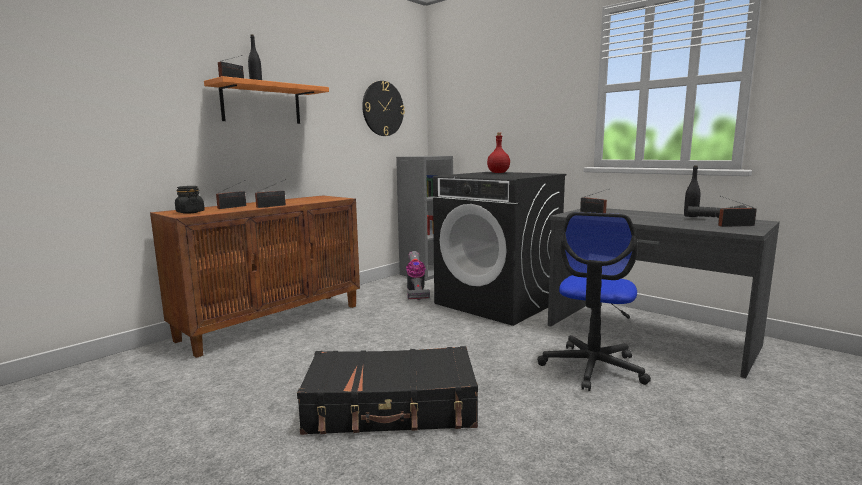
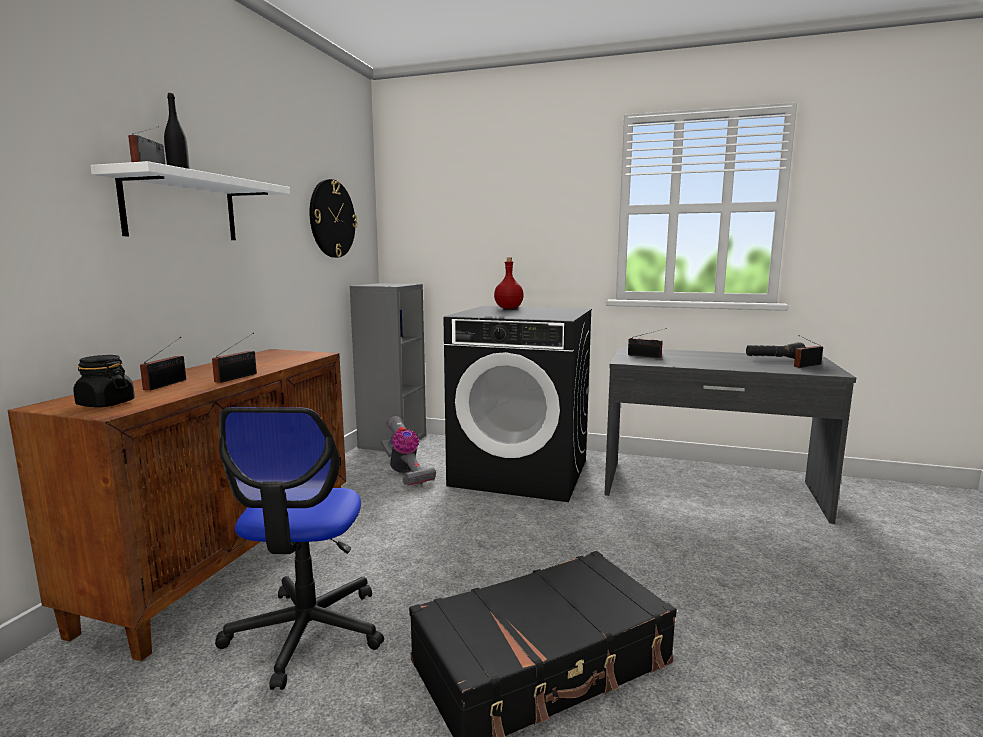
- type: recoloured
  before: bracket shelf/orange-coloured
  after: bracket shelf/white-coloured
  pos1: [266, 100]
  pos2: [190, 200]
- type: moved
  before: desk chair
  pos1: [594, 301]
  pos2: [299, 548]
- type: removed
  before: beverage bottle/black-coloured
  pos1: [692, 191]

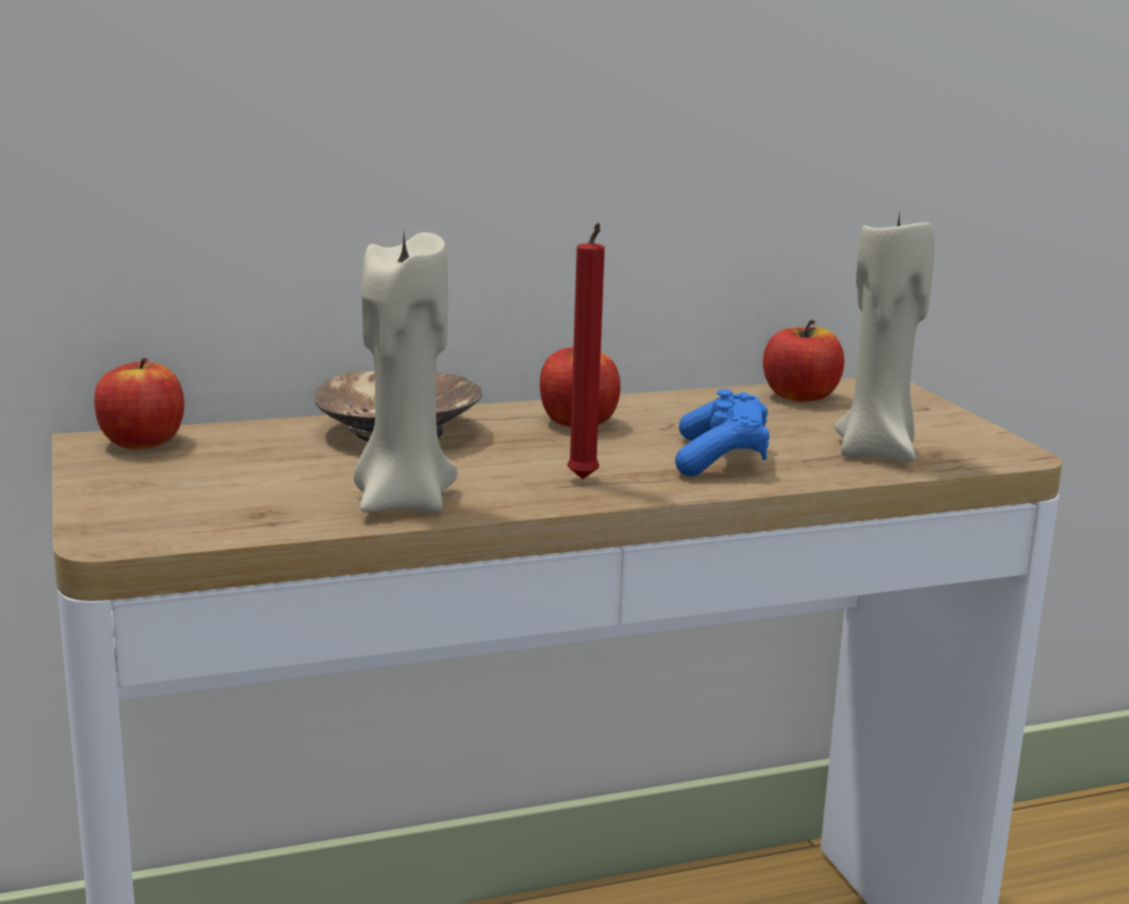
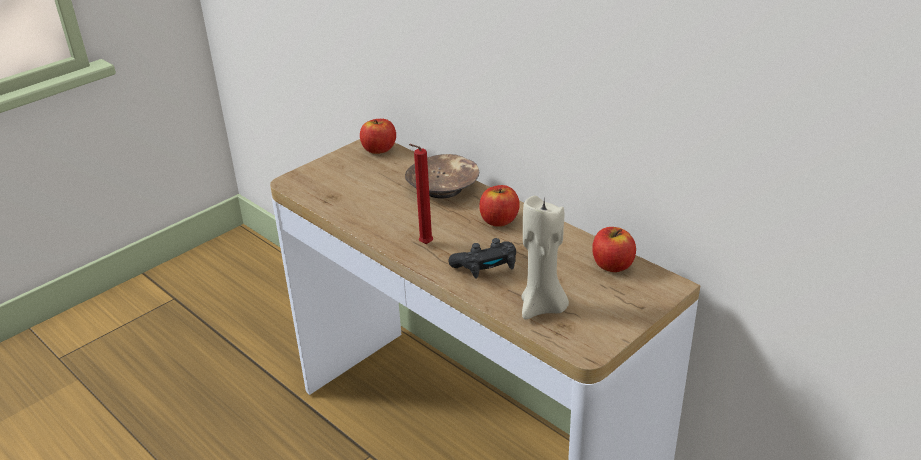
- type: removed
  before: candle/beige-coloured
  pos1: [405, 373]
- type: recoloured
  before: game controller/blue-coloured
  after: game controller/black-coloured
  pos1: [722, 433]
  pos2: [482, 258]

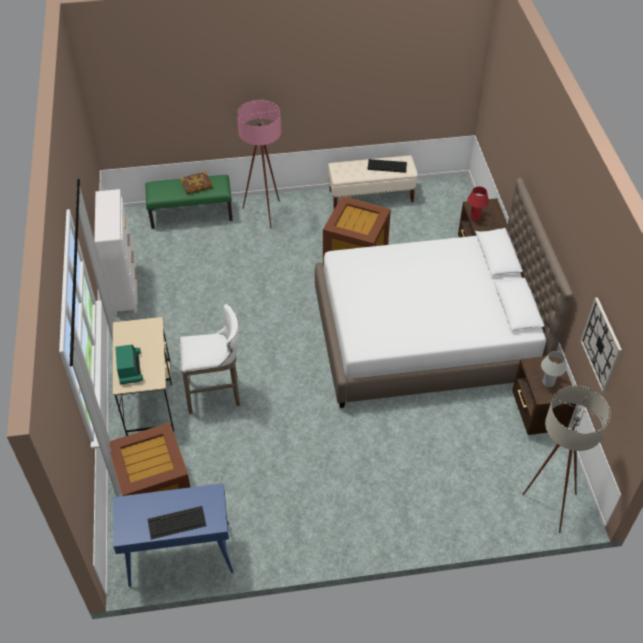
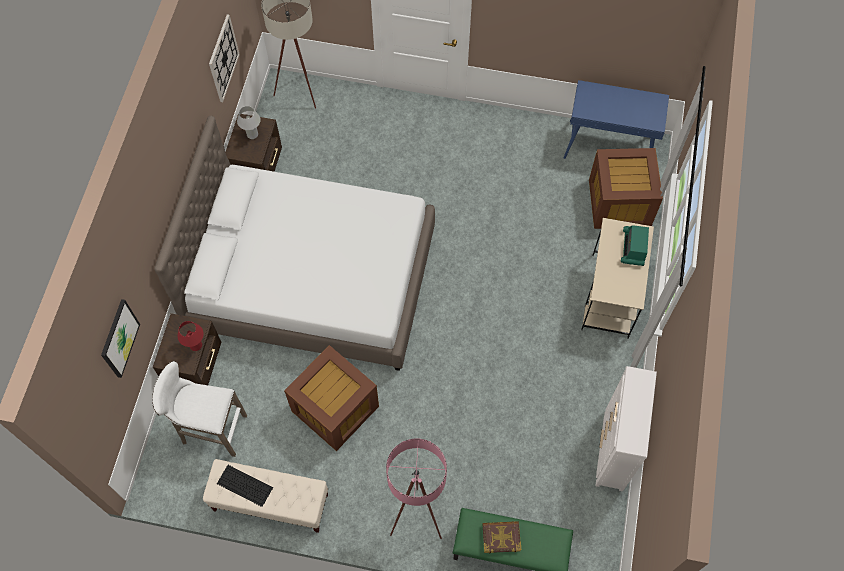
- type: removed
  before: keyboard
  pos1: [177, 522]
- type: moved
  before: stool/white-coloured
  pos1: [210, 359]
  pos2: [199, 409]
- type: added
  after: wall art
  pos2: [120, 338]

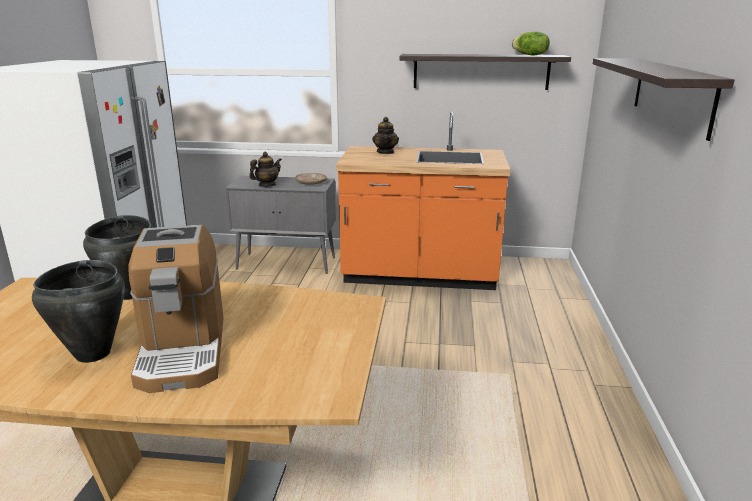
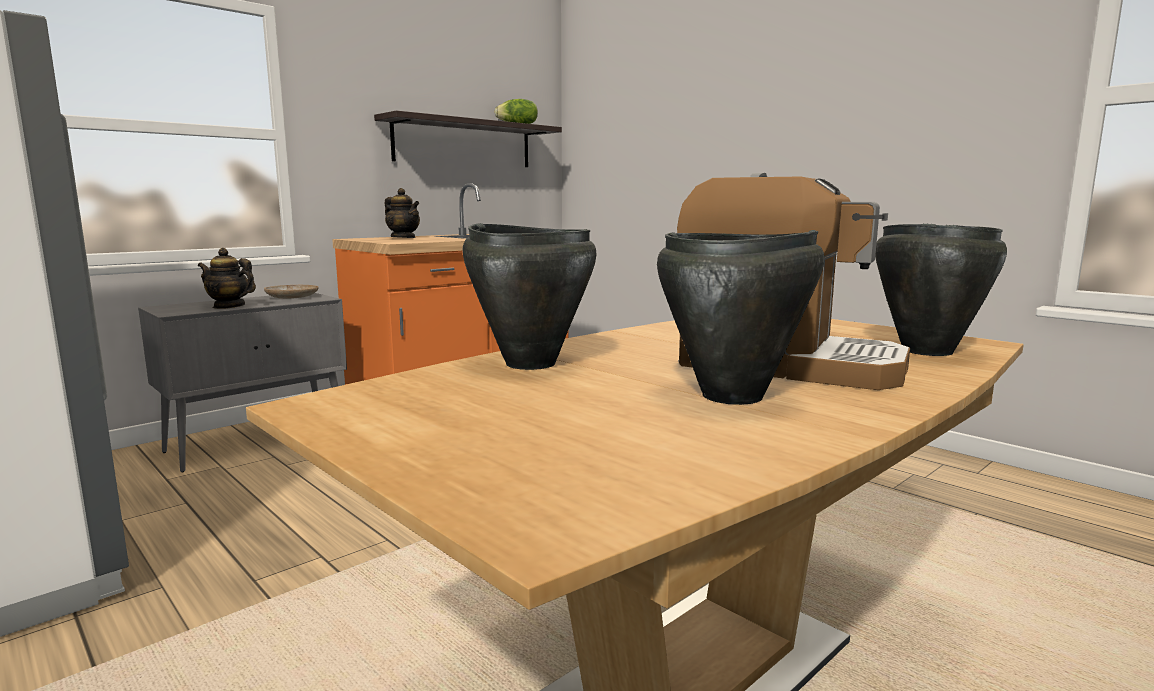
- type: turned
  before: teapot
  pos1: [265, 169]
  pos2: [227, 278]
  turn: -75
- type: removed
  before: bracket shelf
  pos1: [663, 99]
- type: added
  after: saucepot/black-coloured
  pos2: [941, 289]

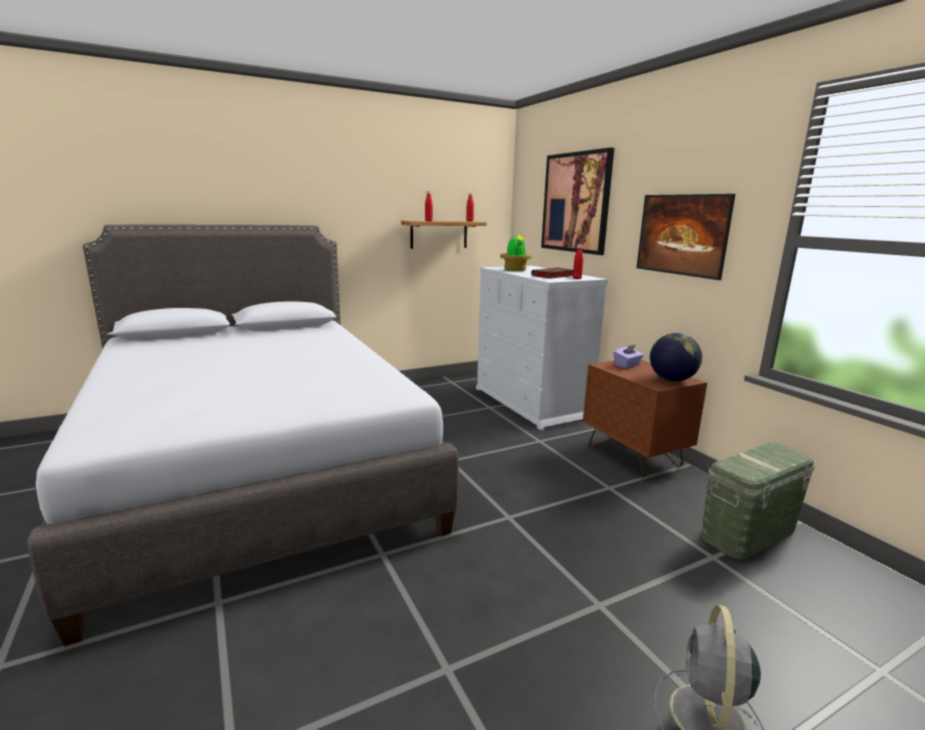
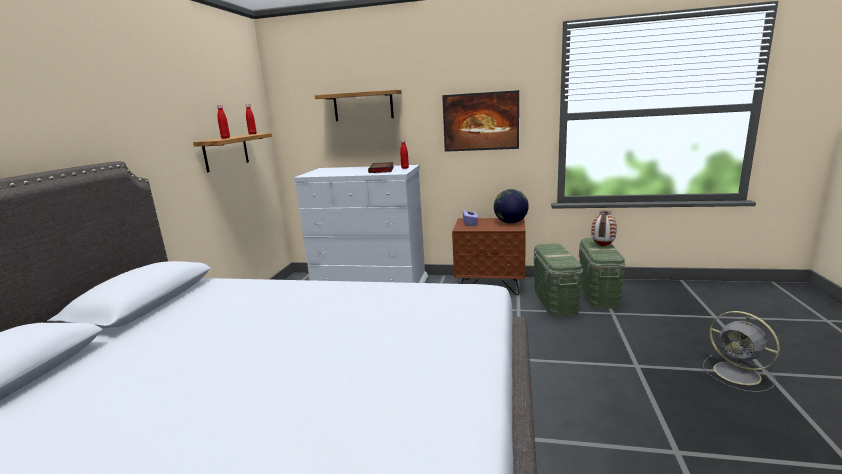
- type: removed
  before: plant in a pot
  pos1: [516, 252]
- type: replaced
  before: wall art
  after: bracket shelf
  pos1: [577, 201]
  pos2: [358, 105]
- type: added
  after: storage box/greenish
  pos2: [558, 280]
- type: added
  after: vase
  pos2: [604, 229]

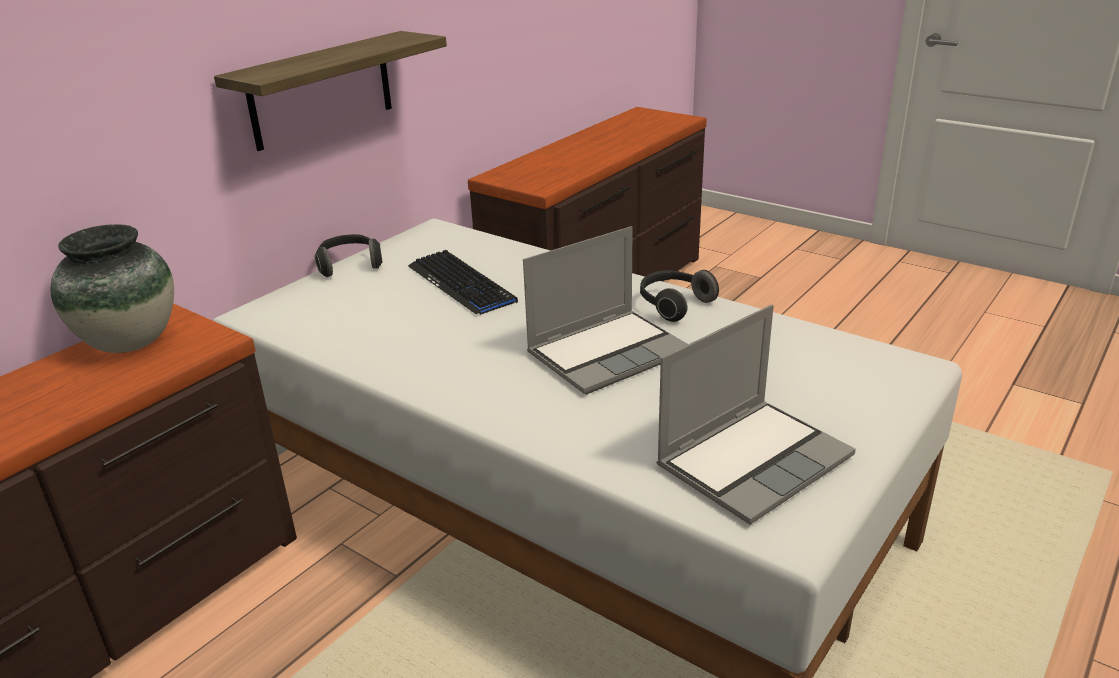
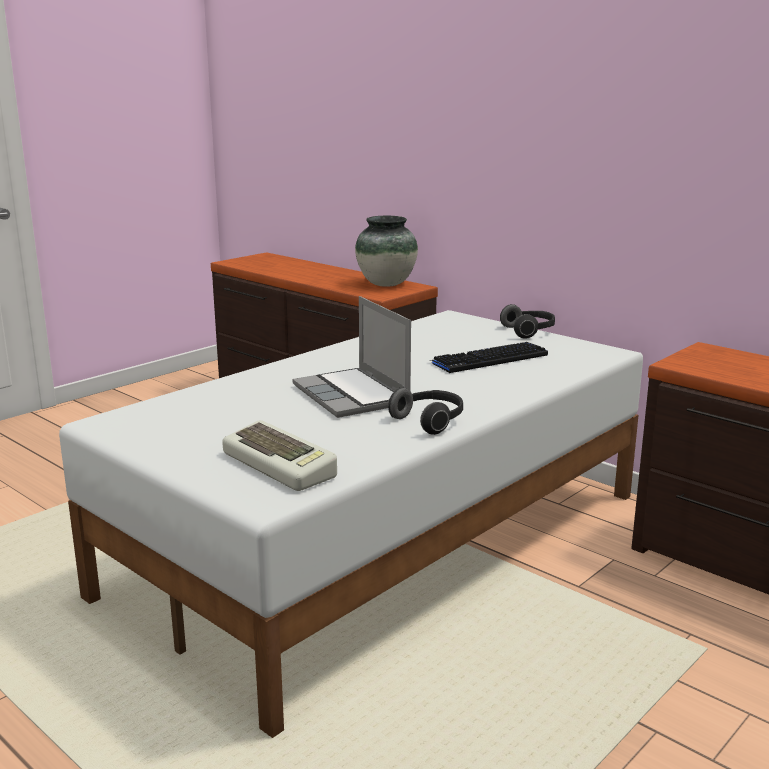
- type: removed
  before: bracket shelf
  pos1: [330, 91]
- type: removed
  before: notebook computer
  pos1: [756, 415]
- type: added
  after: keyboard
  pos2: [279, 455]

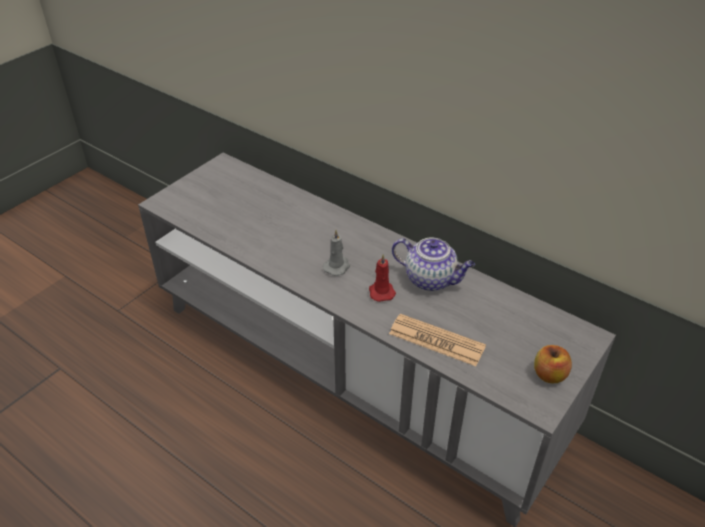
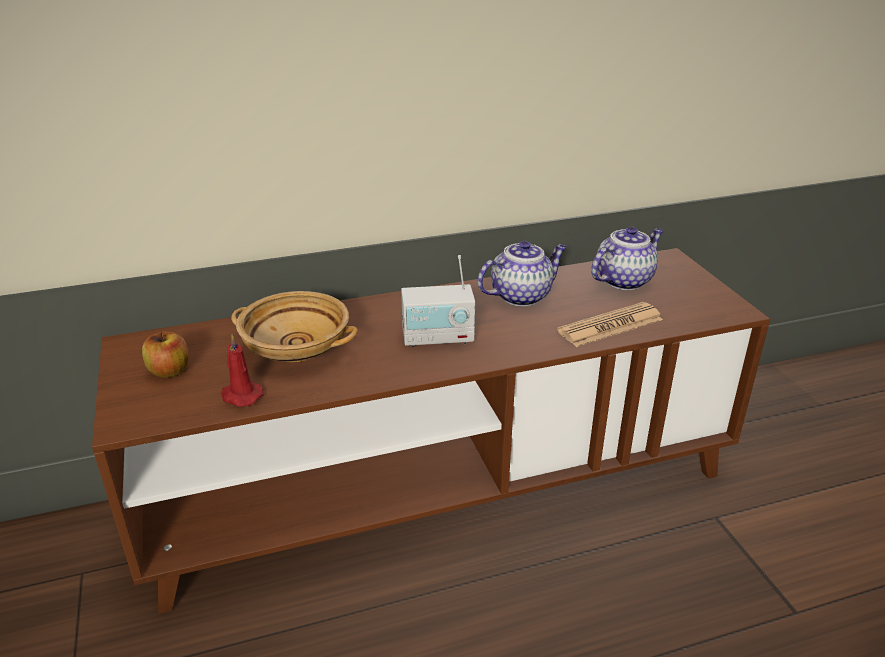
- type: recoloured
  before: tv unit/gray
  after: tv unit/brown-coloured
  pos1: [377, 340]
  pos2: [431, 431]
- type: replaced
  before: candle/gray
  after: radio
  pos1: [336, 252]
  pos2: [438, 301]
- type: moved
  before: candle/reddish
  pos1: [382, 278]
  pos2: [242, 370]
- type: moved
  before: apple fruit
  pos1: [553, 364]
  pos2: [165, 354]
- type: added
  after: bowl/beige-coloured
  pos2: [294, 326]
- type: added
  after: teapot
  pos2: [627, 258]

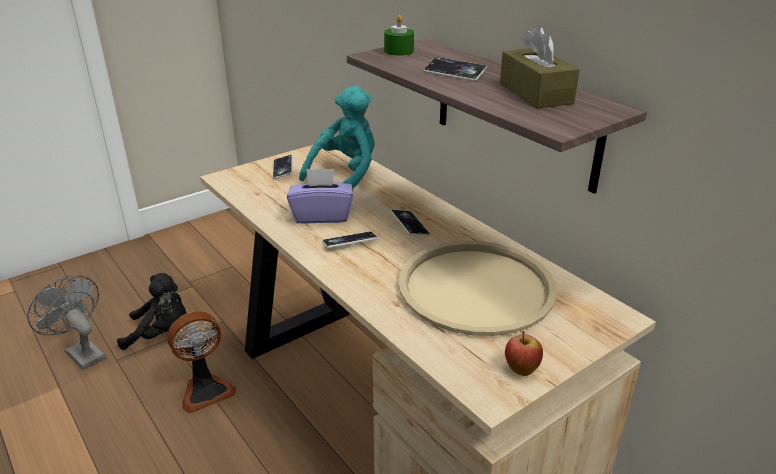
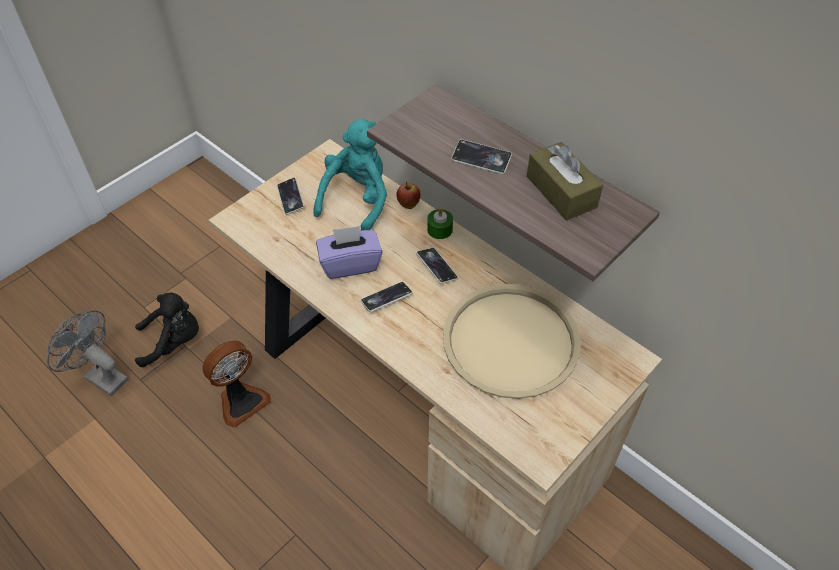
- type: moved
  before: candle/greenish
  pos1: [399, 35]
  pos2: [440, 223]
- type: moved
  before: apple fruit
  pos1: [524, 353]
  pos2: [408, 195]

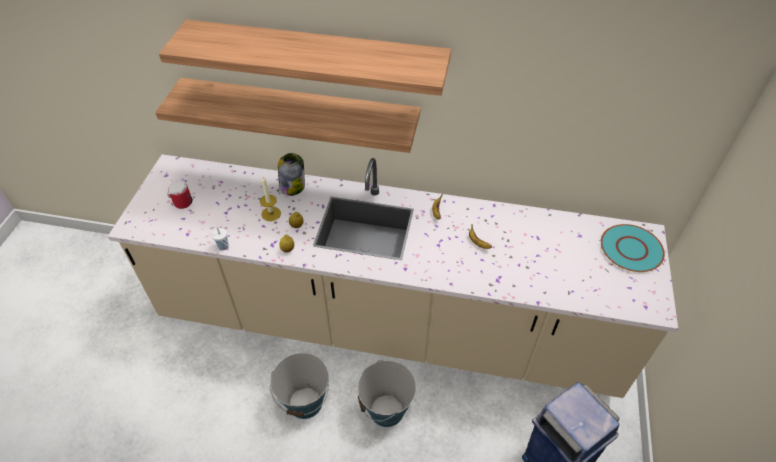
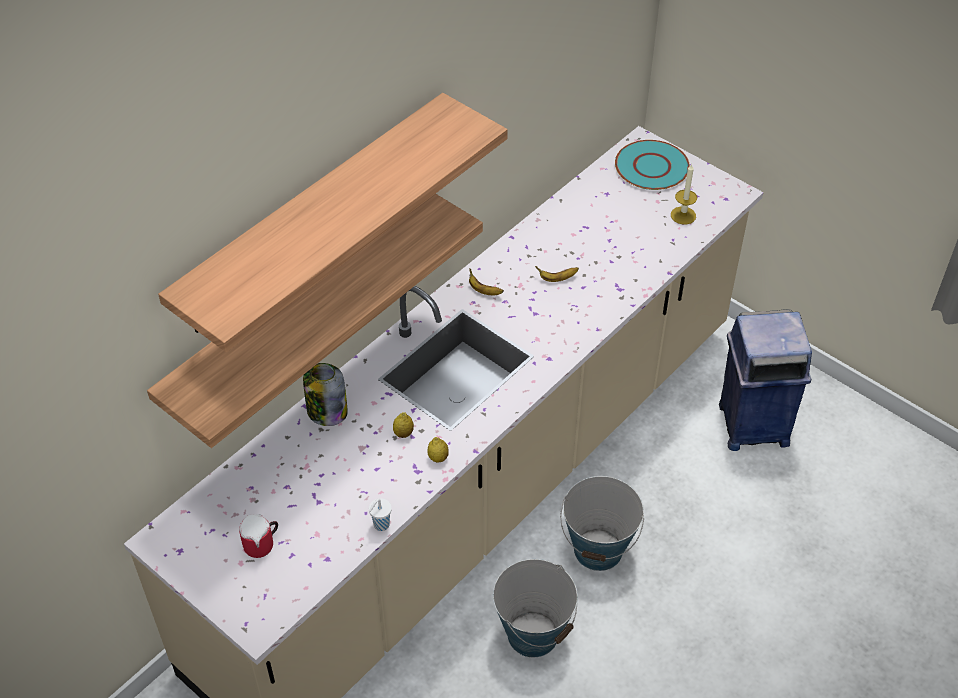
- type: moved
  before: candle
  pos1: [270, 199]
  pos2: [684, 194]

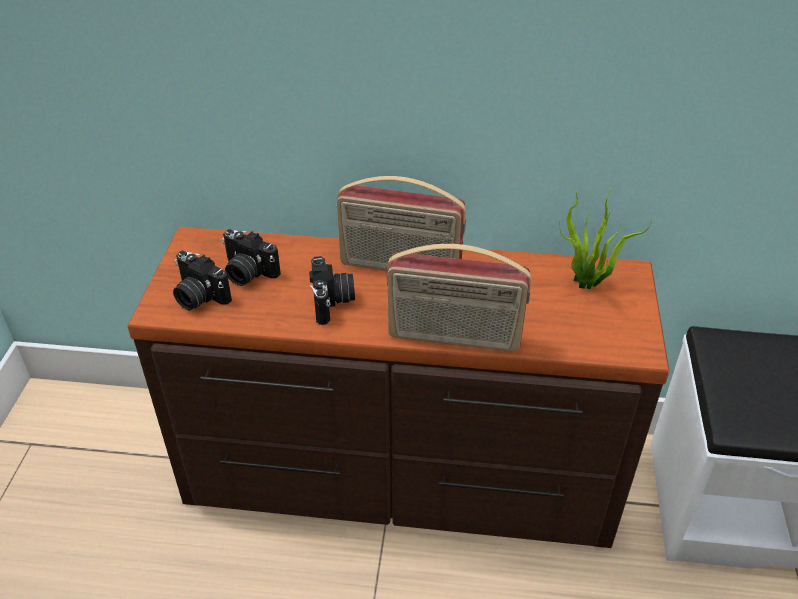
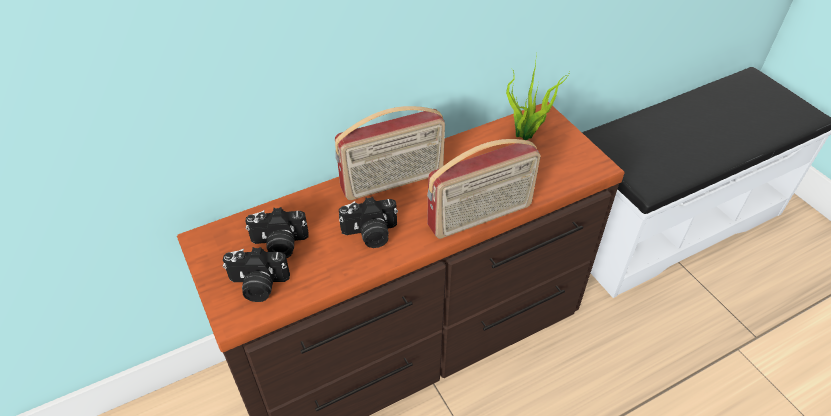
- type: turned
  before: photo camera
  pos1: [332, 290]
  pos2: [368, 222]
  turn: 120

